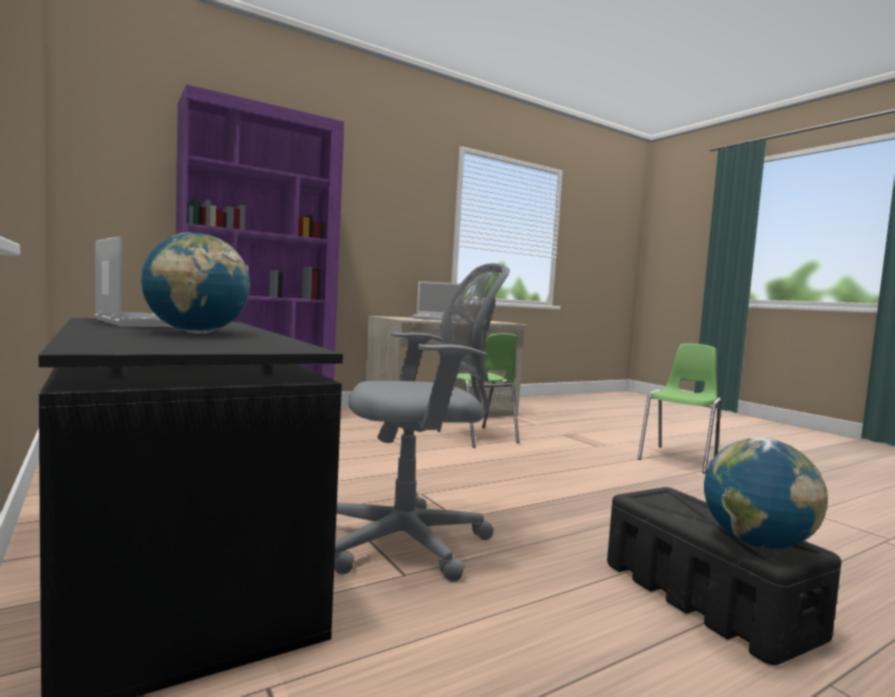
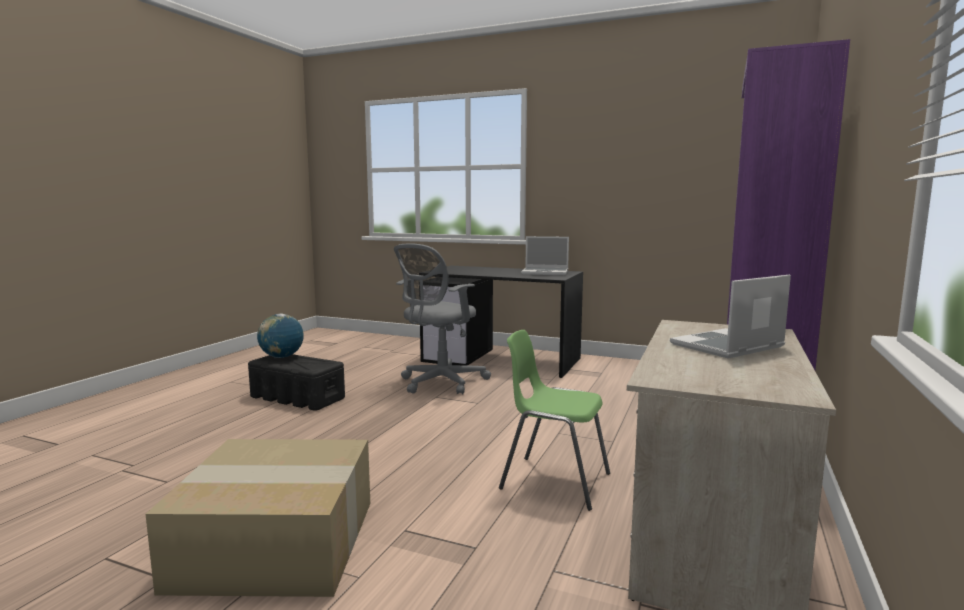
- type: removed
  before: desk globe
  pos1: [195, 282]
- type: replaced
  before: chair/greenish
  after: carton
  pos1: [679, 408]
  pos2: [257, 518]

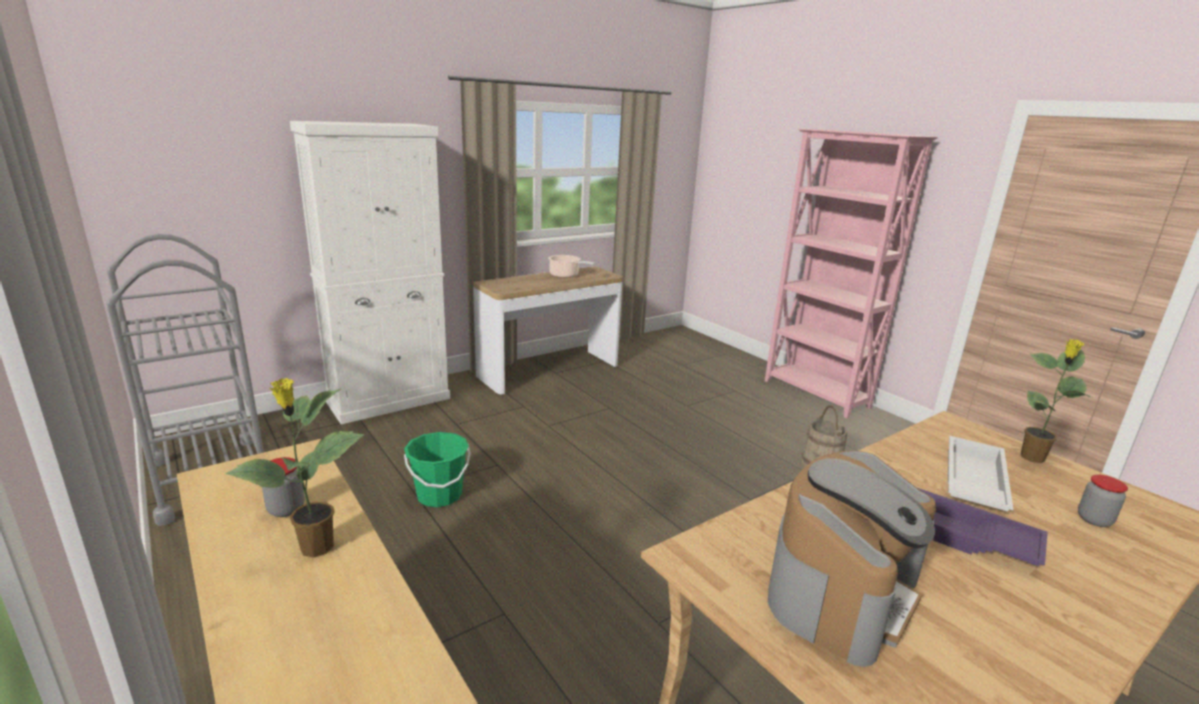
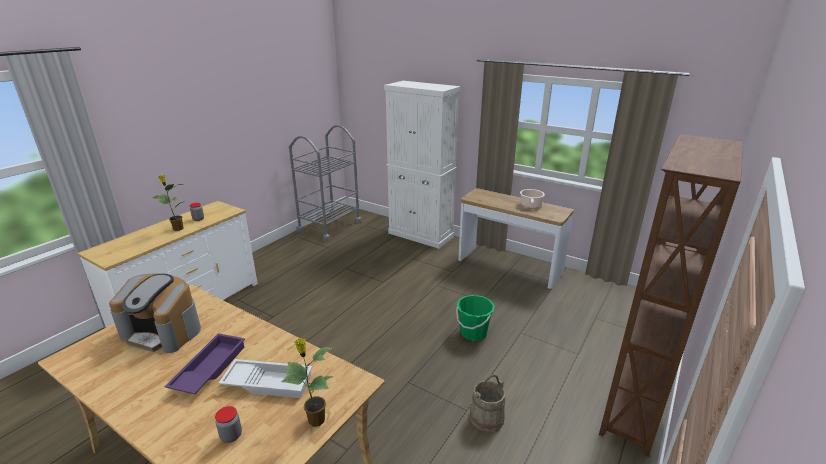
- type: moved
  before: pail/greenish
  pos1: [437, 469]
  pos2: [475, 318]
- type: recoloured
  before: bookcase/pink
  after: bookcase/brown-coloured
  pos1: [851, 273]
  pos2: [671, 295]

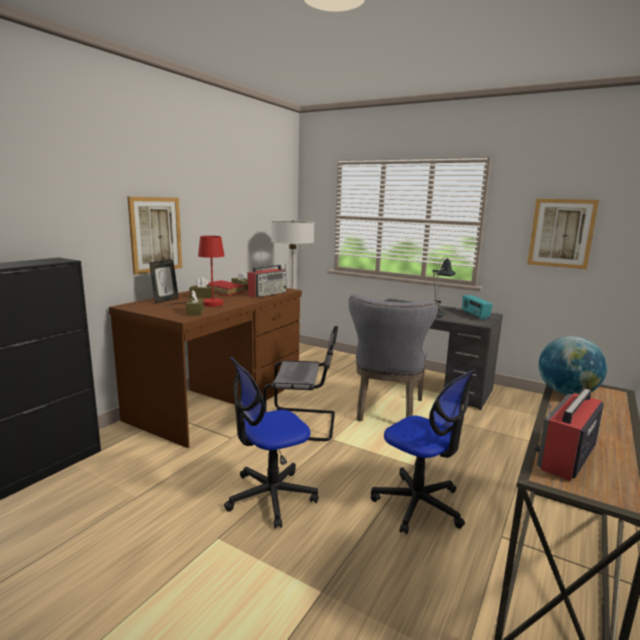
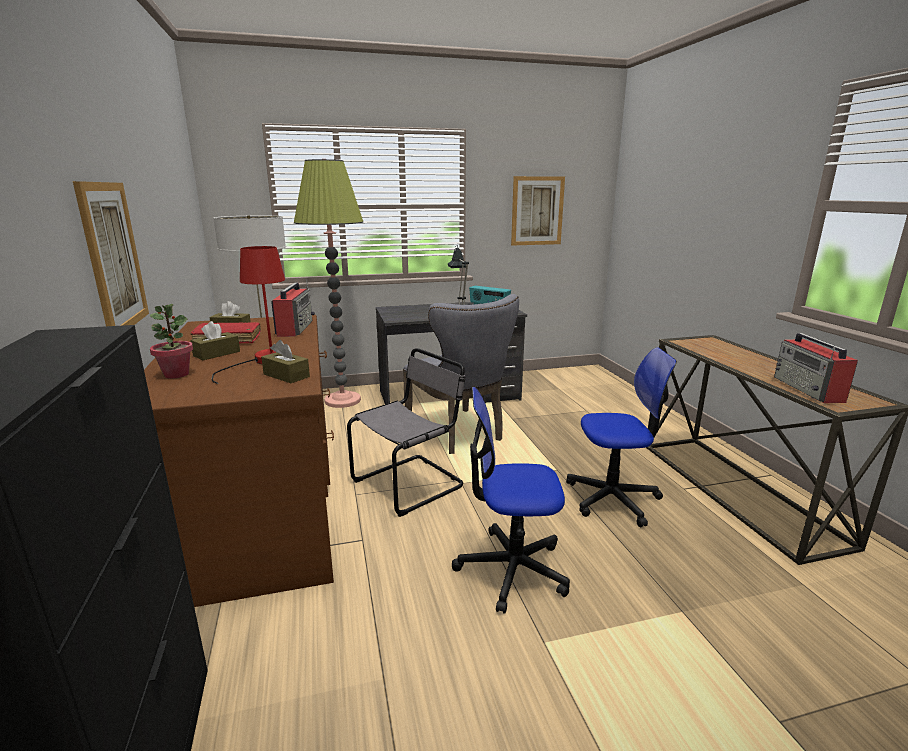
- type: replaced
  before: standing frame
  after: plant in a pot
  pos1: [164, 281]
  pos2: [171, 341]
- type: turned
  before: desk chair
  pos1: [271, 442]
  pos2: [511, 500]
  turn: 75
- type: removed
  before: desk globe
  pos1: [573, 365]
- type: added
  after: floor lamp
  pos2: [329, 283]

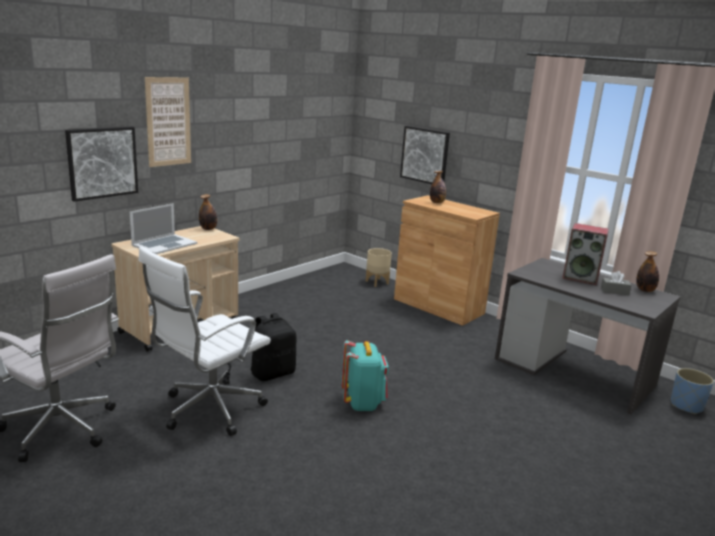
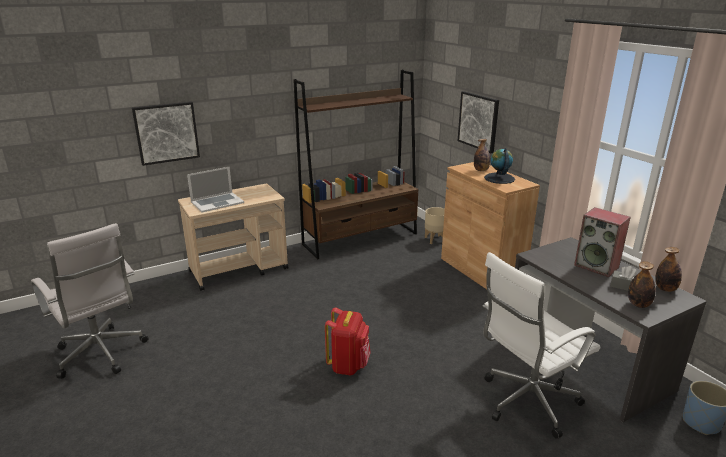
- type: moved
  before: desk chair/white-coloured
  pos1: [204, 341]
  pos2: [541, 345]
- type: removed
  before: wall art
  pos1: [168, 122]
- type: moved
  before: beverage bottle
  pos1: [208, 212]
  pos2: [642, 284]
- type: removed
  before: knapsack/black-coloured
  pos1: [274, 347]
- type: recoloured
  before: knapsack/turquoise
  after: knapsack/reddish
  pos1: [365, 375]
  pos2: [348, 341]
- type: added
  after: bookcase/brown-coloured
  pos2: [355, 164]
- type: added
  after: desk globe
  pos2: [499, 166]

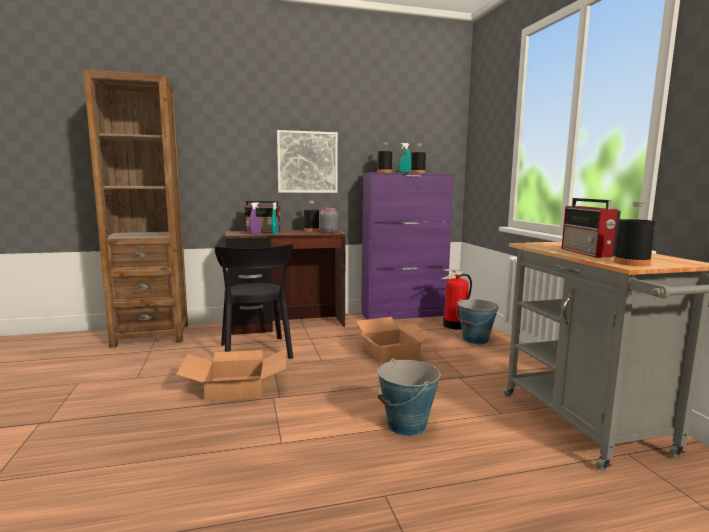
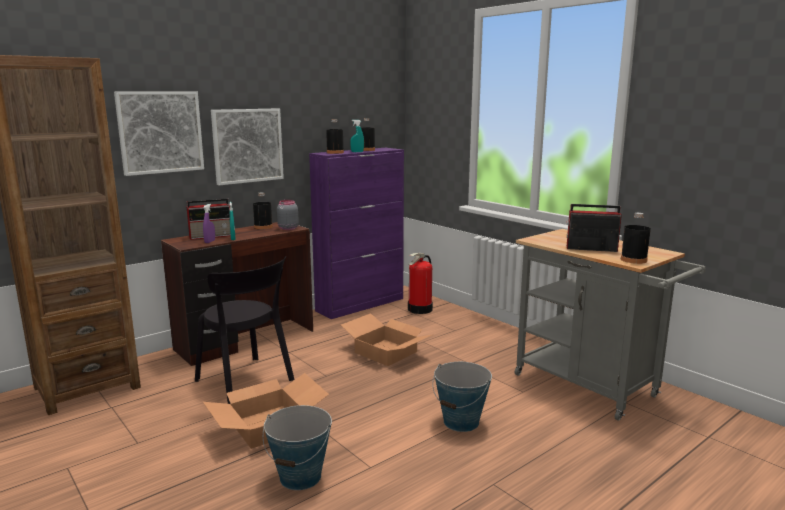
- type: moved
  before: pail
  pos1: [477, 321]
  pos2: [297, 447]
- type: turned
  before: radio
  pos1: [591, 228]
  pos2: [594, 228]
  turn: 135
- type: added
  after: wall art
  pos2: [159, 134]

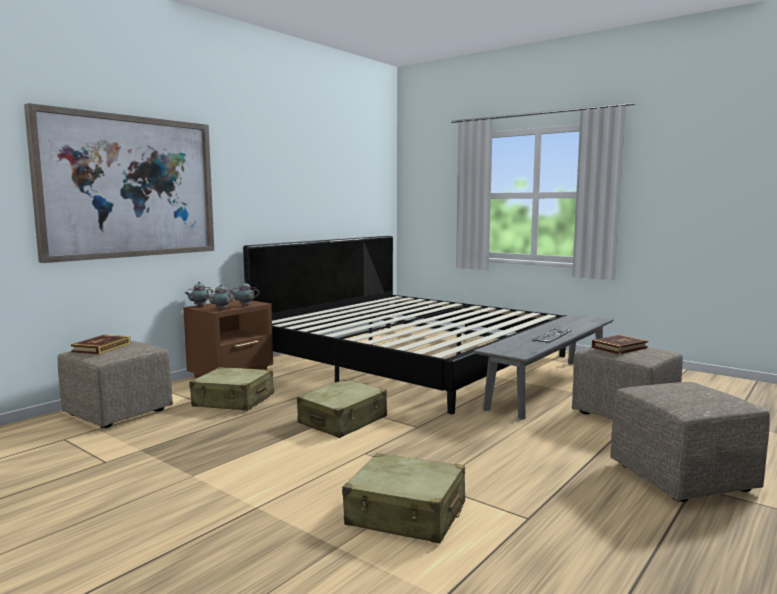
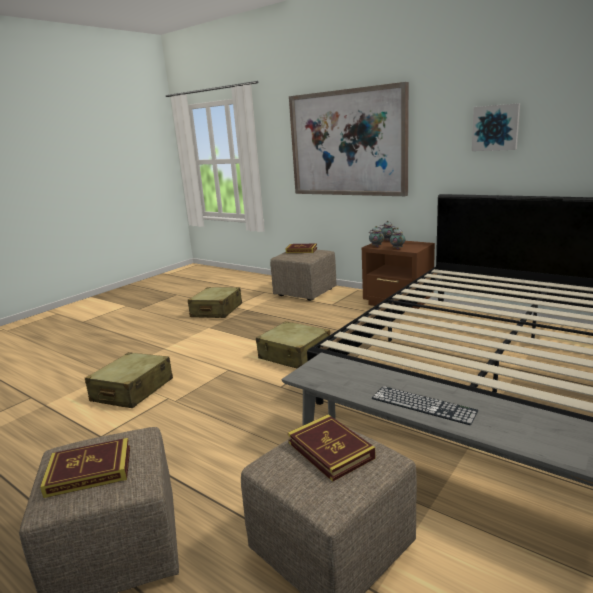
- type: moved
  before: suitcase/beige-coloured
  pos1: [231, 389]
  pos2: [215, 302]
- type: added
  after: volume
  pos2: [85, 468]
- type: added
  after: wall art
  pos2: [496, 127]

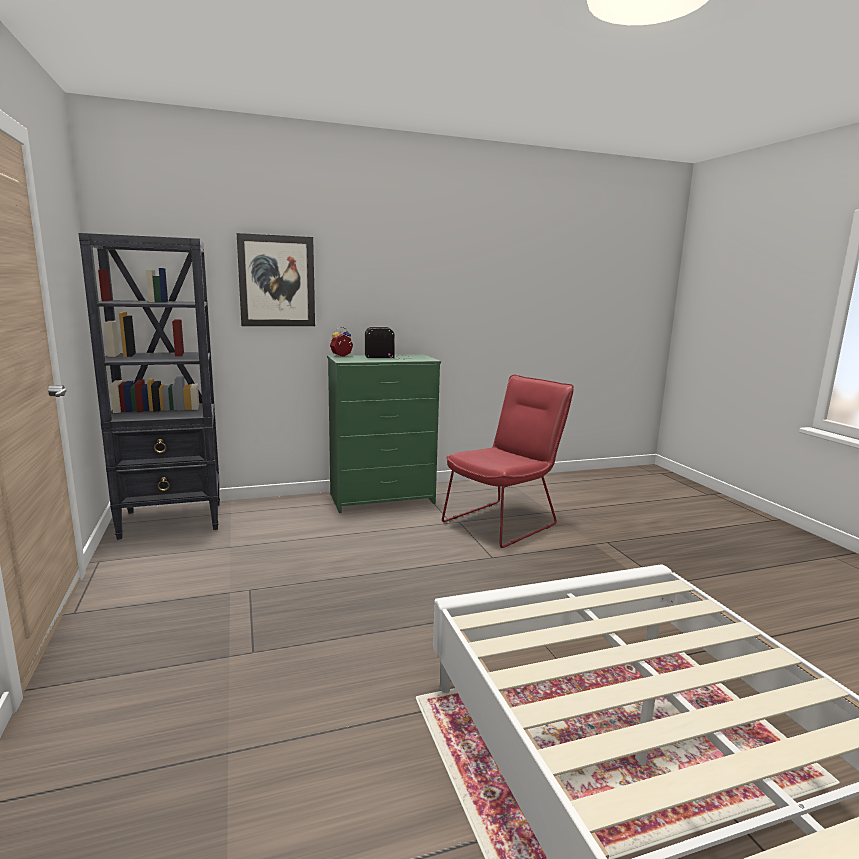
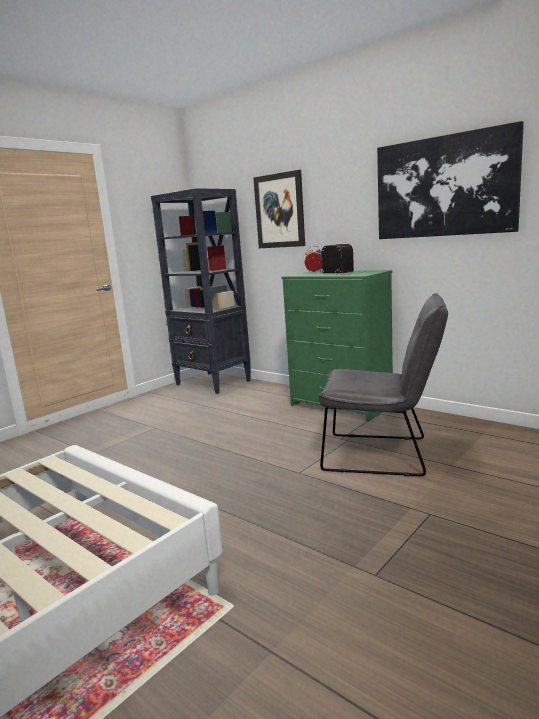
- type: recoloured
  before: chair/reddish
  after: chair/gray
  pos1: [508, 461]
  pos2: [383, 384]
- type: added
  after: wall art
  pos2: [450, 180]

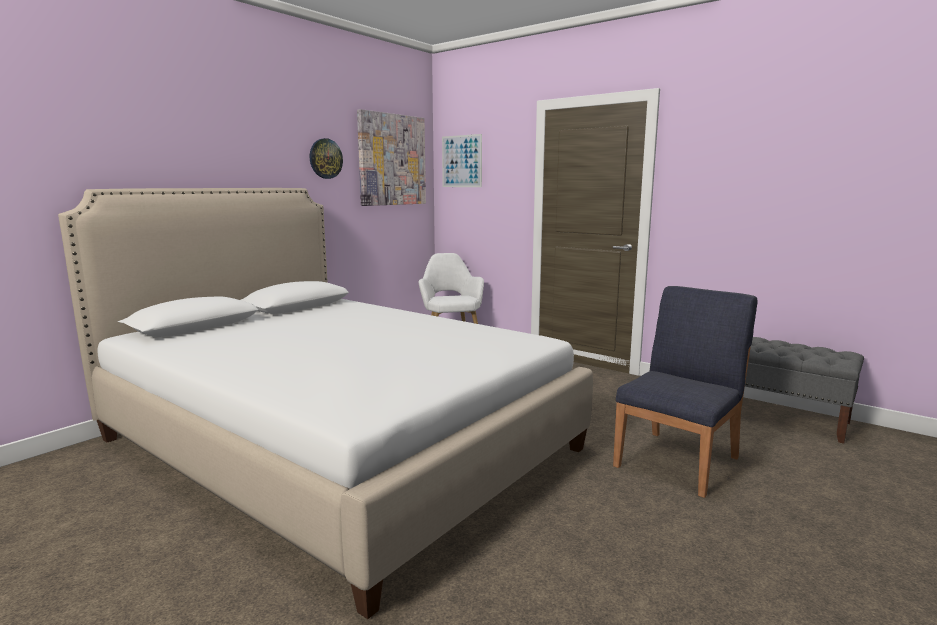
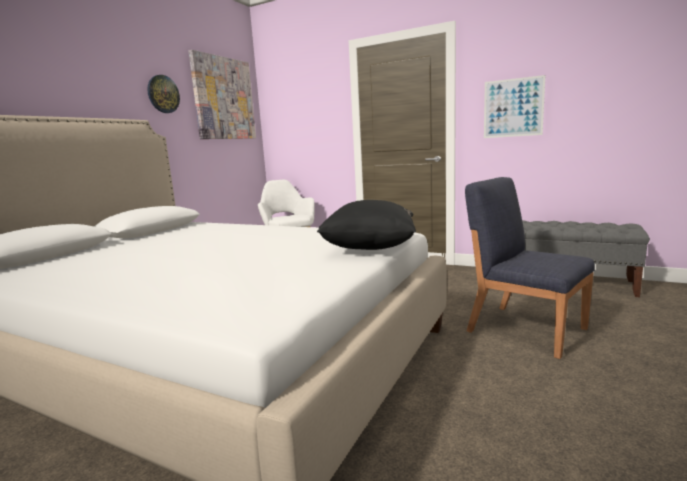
- type: moved
  before: wall art
  pos1: [462, 160]
  pos2: [514, 106]
- type: turned
  before: chair/blue-coloured
  pos1: [685, 392]
  pos2: [530, 268]
  turn: -75
- type: added
  after: pillow/black-coloured
  pos2: [366, 225]

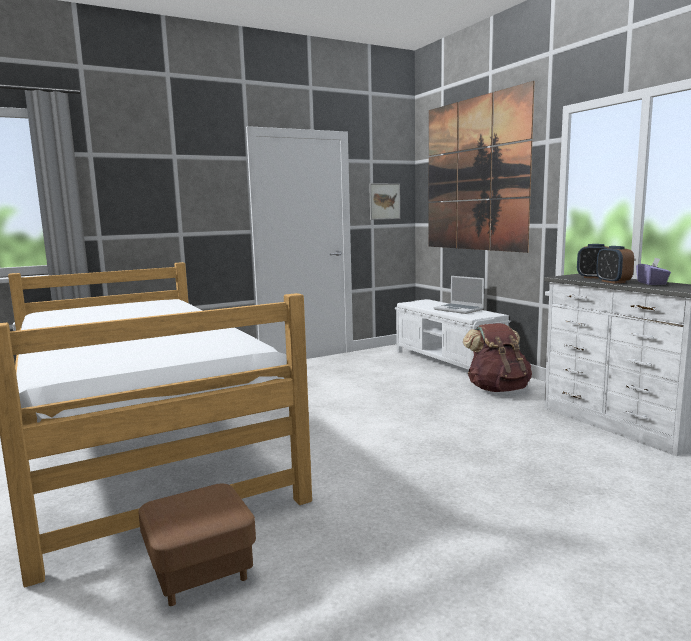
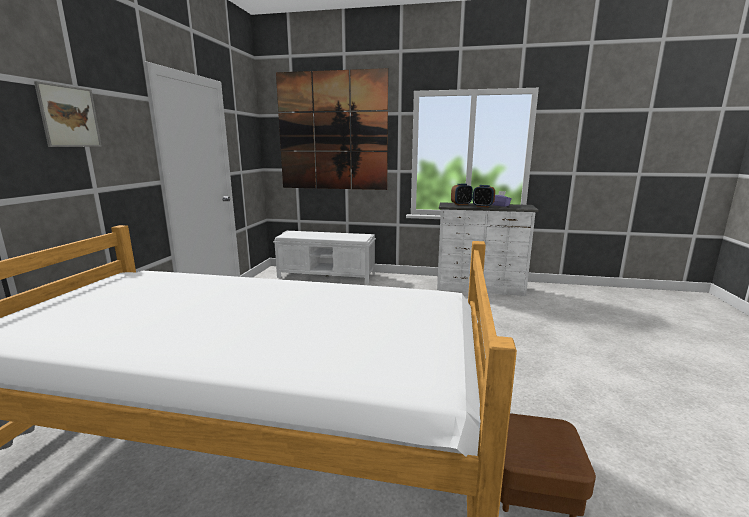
- type: moved
  before: wall art
  pos1: [384, 201]
  pos2: [68, 114]
- type: removed
  before: notebook computer
  pos1: [459, 295]
- type: removed
  before: knapsack/brown-coloured
  pos1: [497, 357]

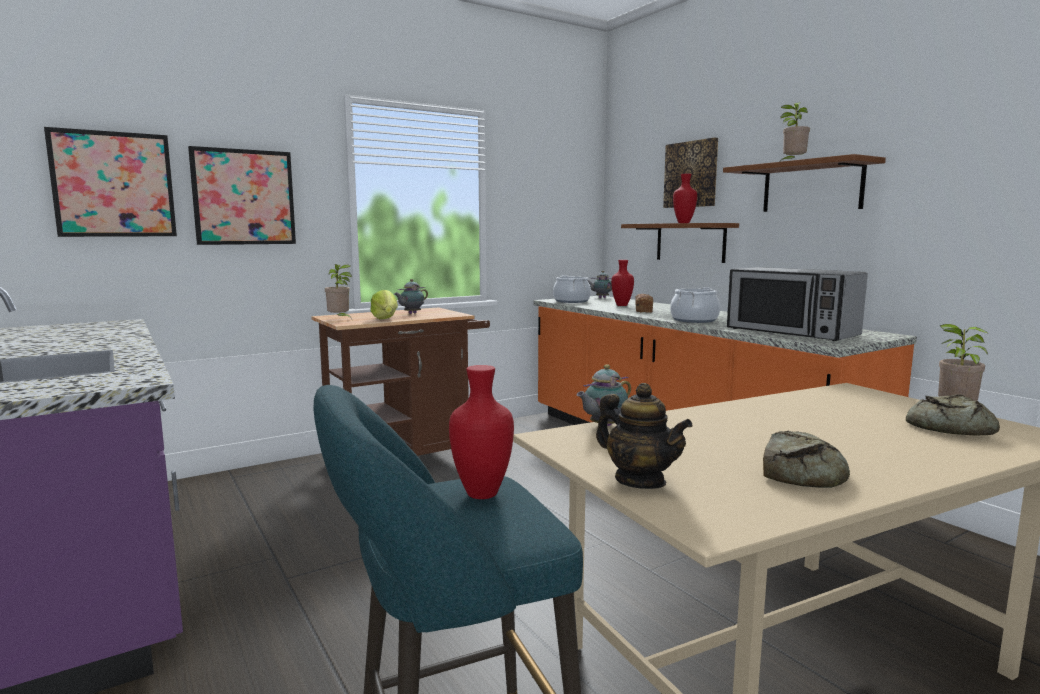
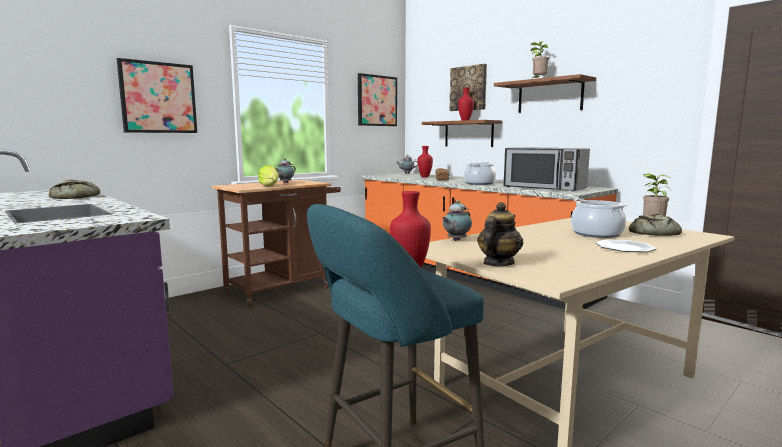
- type: moved
  before: wall art
  pos1: [110, 182]
  pos2: [377, 99]
- type: removed
  before: plant in a pot
  pos1: [338, 291]
- type: moved
  before: saucepot
  pos1: [572, 289]
  pos2: [599, 218]
- type: turned
  before: teapot
  pos1: [644, 436]
  pos2: [500, 234]
  turn: -90
- type: moved
  before: bread
  pos1: [806, 459]
  pos2: [74, 189]
- type: added
  after: plate
  pos2: [626, 246]

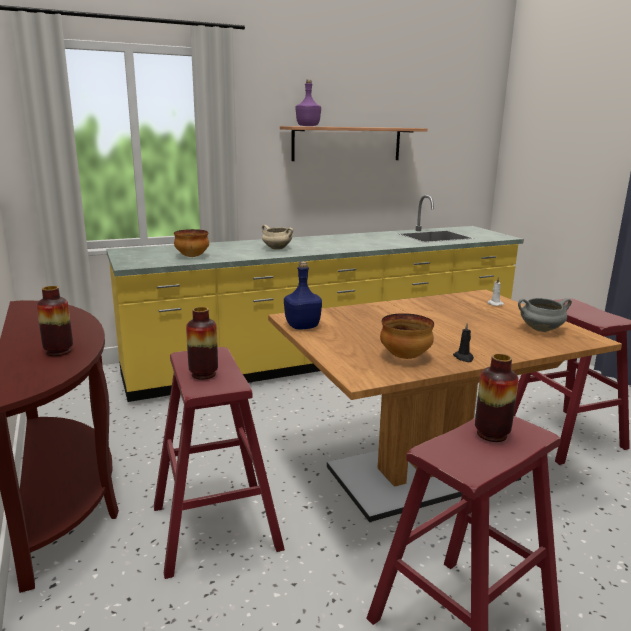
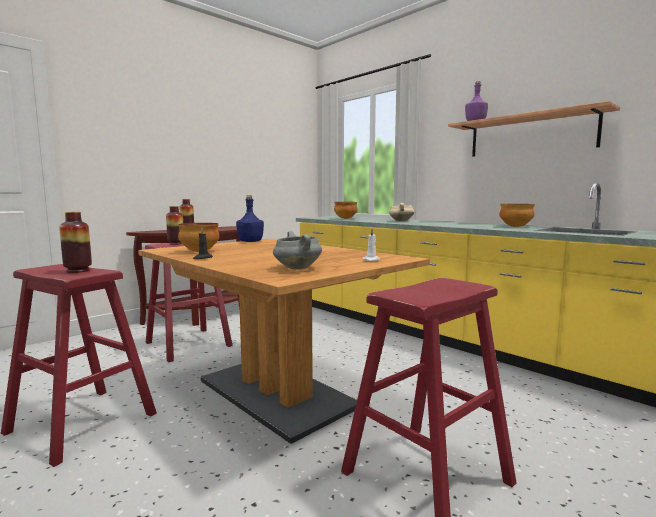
- type: added
  after: bowl
  pos2: [517, 215]

